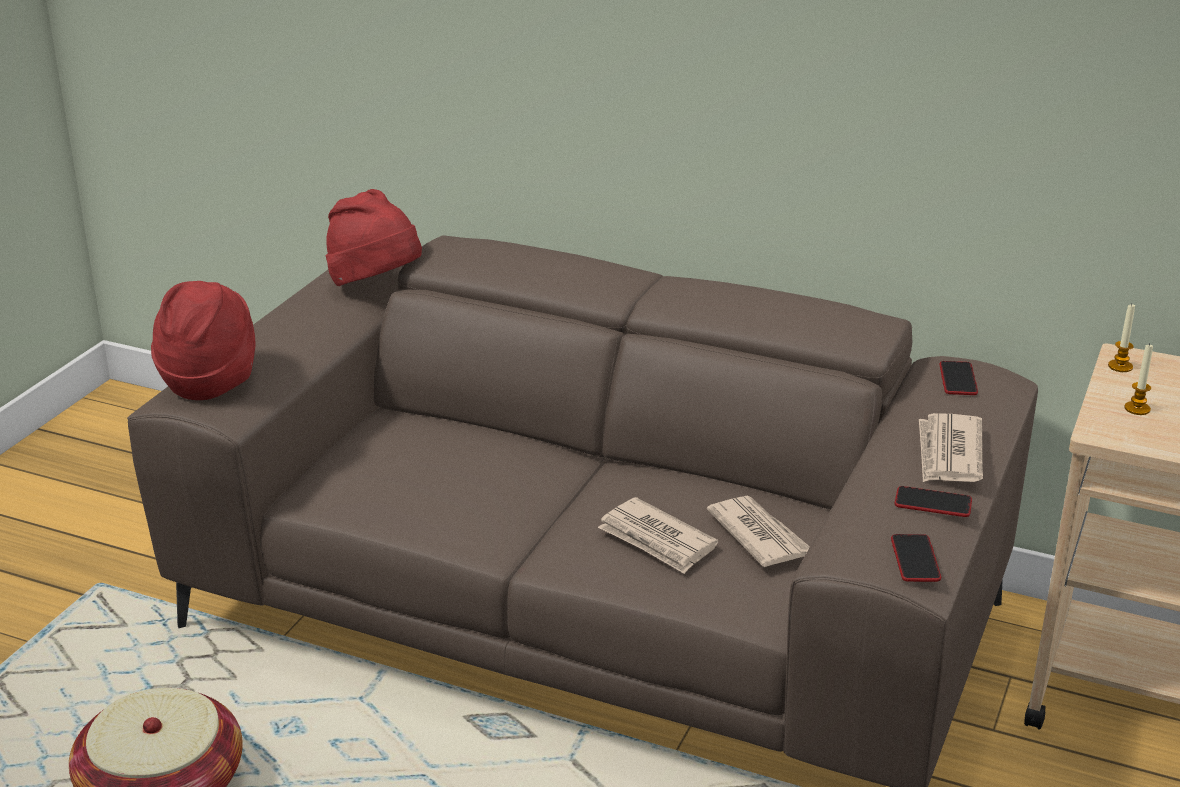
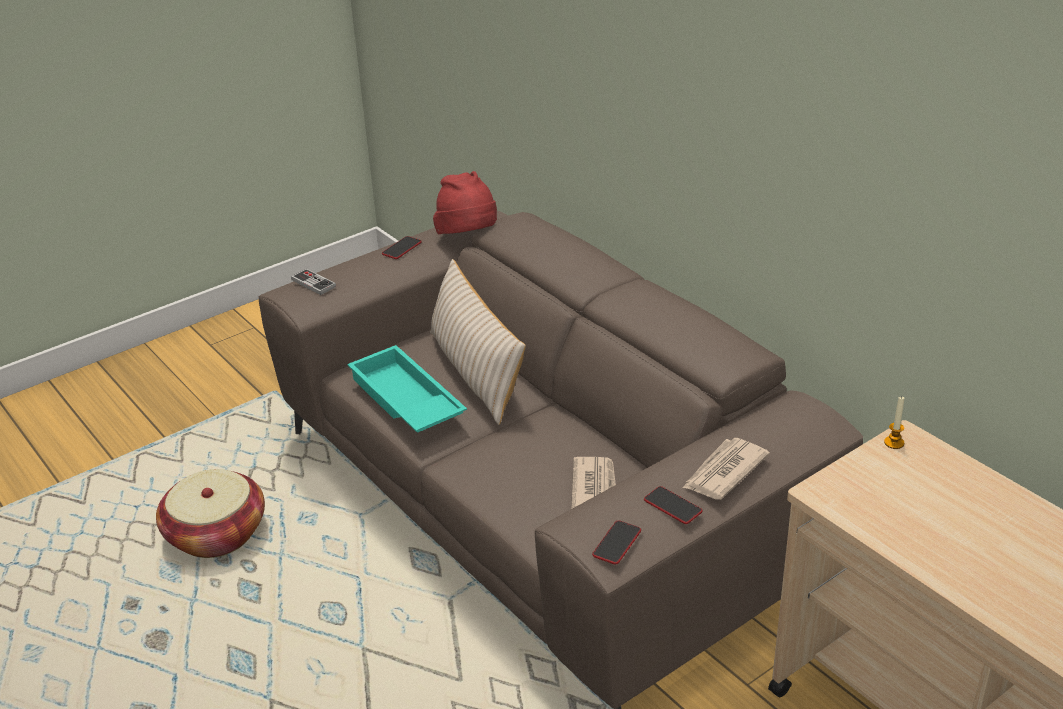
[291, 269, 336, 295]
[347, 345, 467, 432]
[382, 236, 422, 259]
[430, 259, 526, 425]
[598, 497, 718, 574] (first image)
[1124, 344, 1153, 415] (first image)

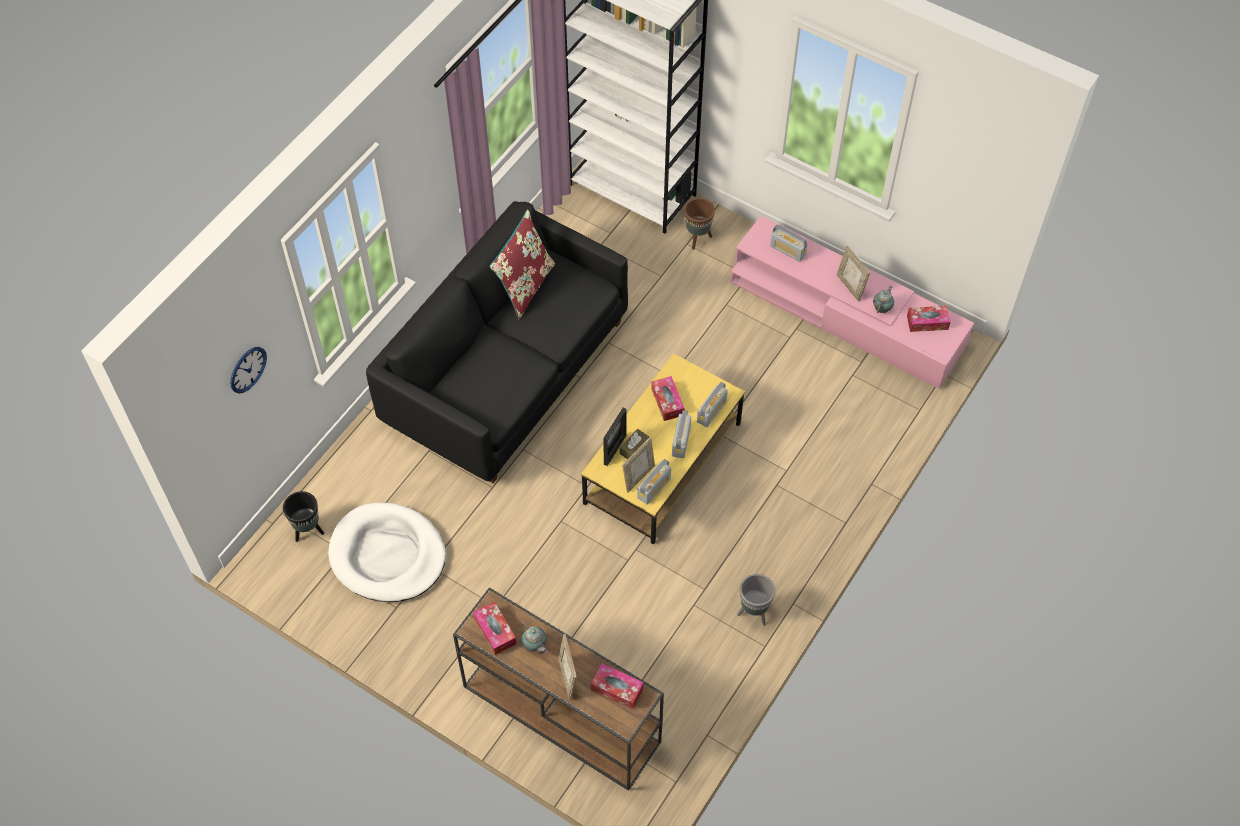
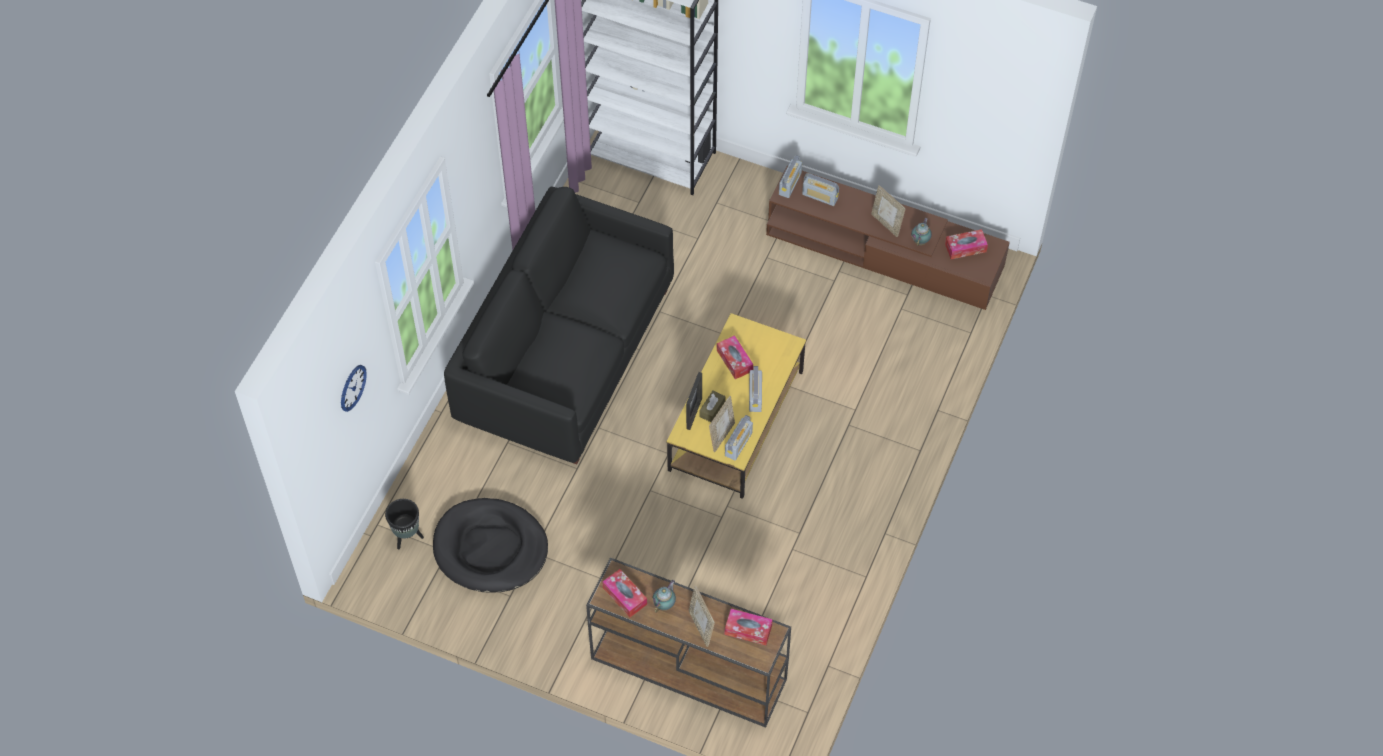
[433, 498, 548, 593]
[652, 580, 676, 613]
[766, 166, 1010, 310]
[779, 155, 802, 198]
[490, 209, 555, 320] (first image)
[684, 198, 715, 250] (first image)
[737, 574, 775, 625] (first image)

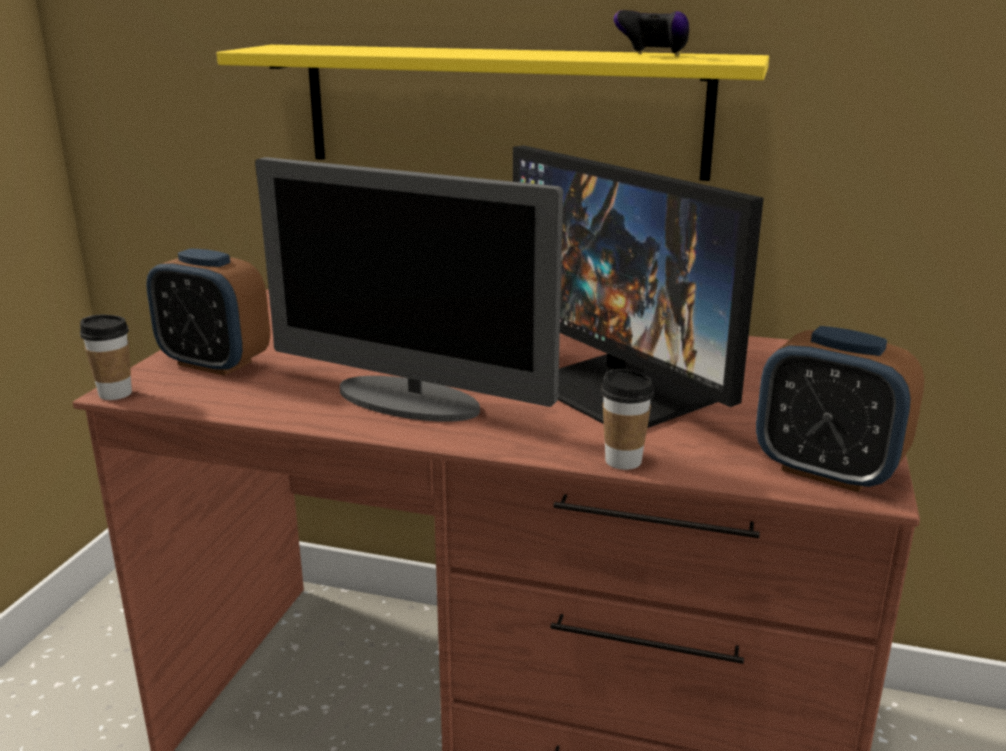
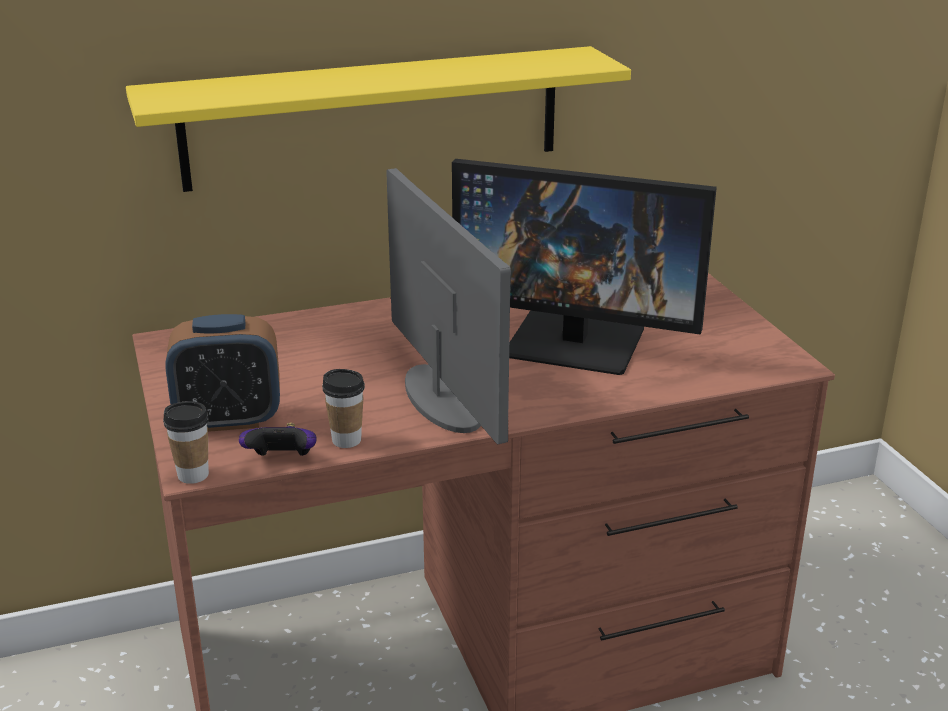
[239, 423, 317, 456]
[322, 369, 365, 448]
[386, 168, 511, 444]
[756, 326, 924, 493] (first image)

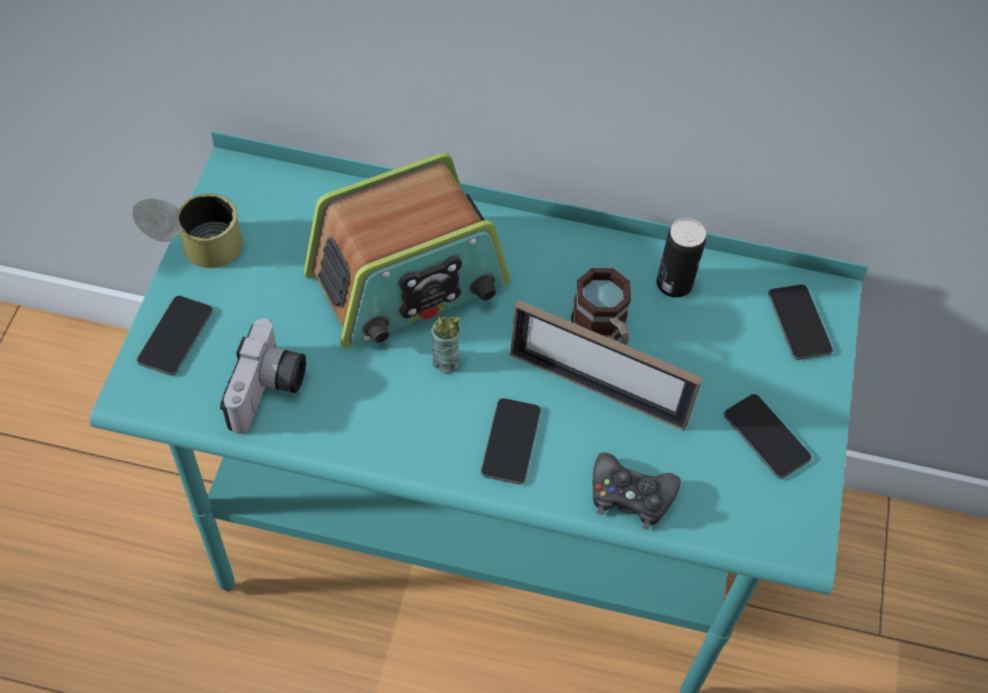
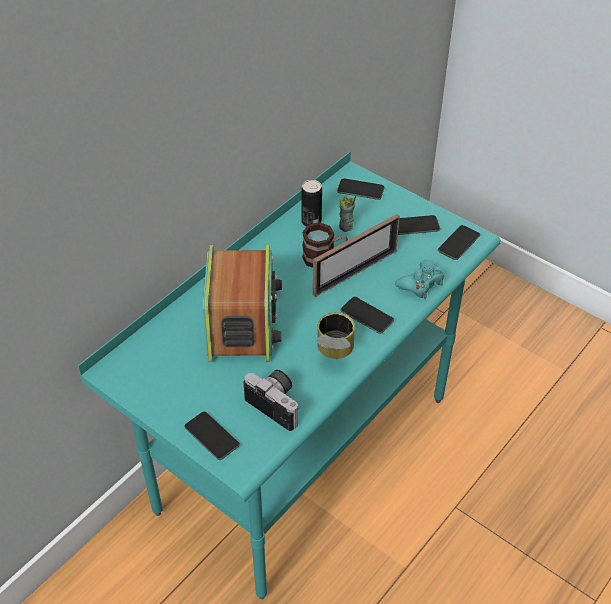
[317, 312, 355, 359]
[339, 195, 356, 232]
[395, 260, 444, 299]
[438, 225, 480, 260]

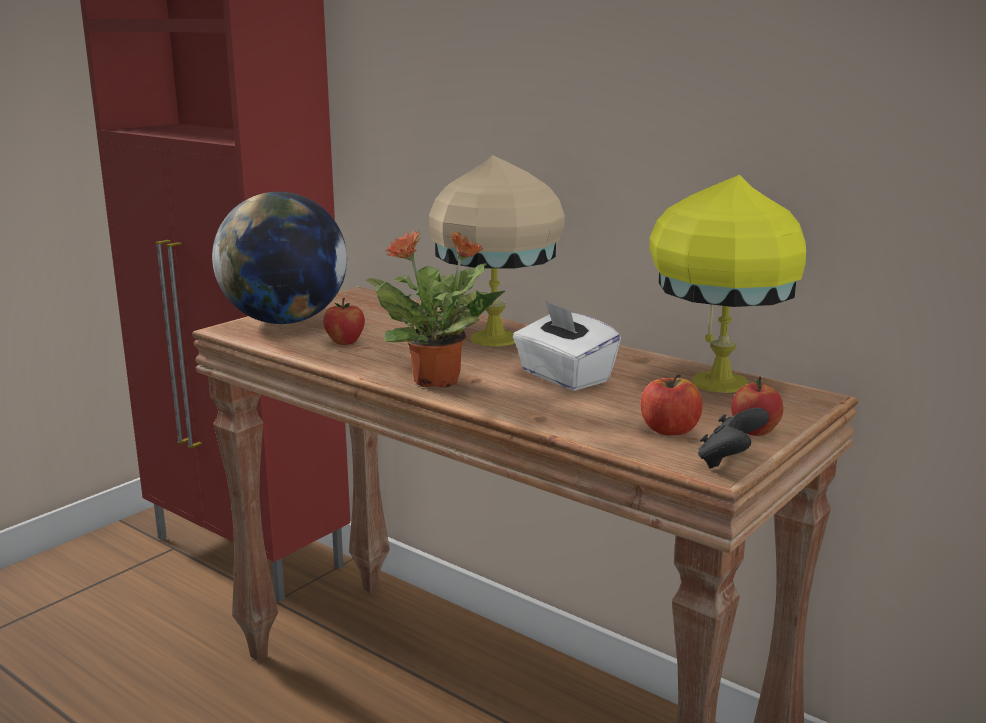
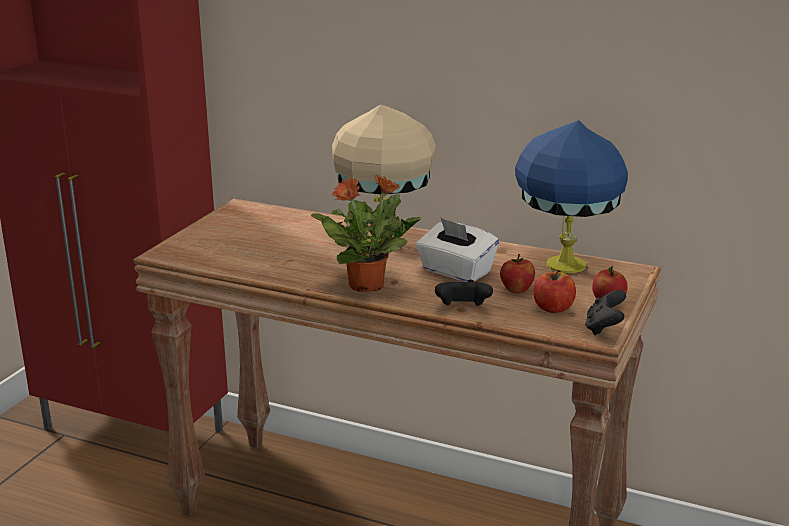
[435, 280, 493, 306]
[500, 254, 535, 294]
[515, 120, 628, 273]
[212, 192, 347, 324] (first image)

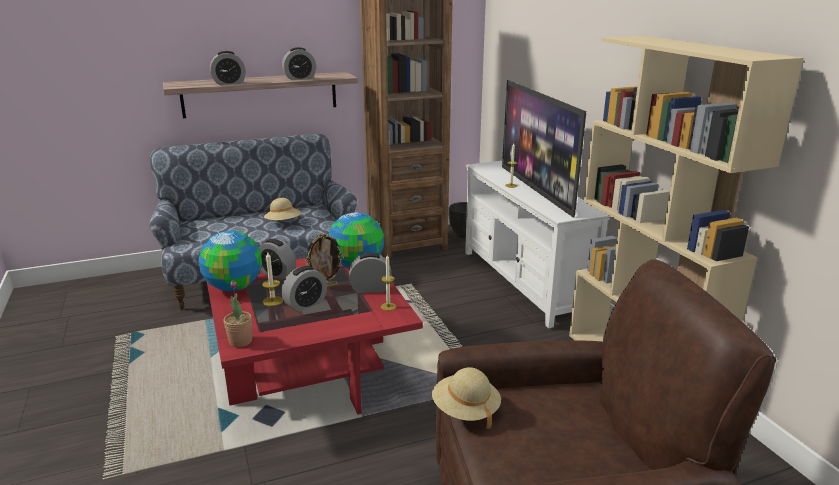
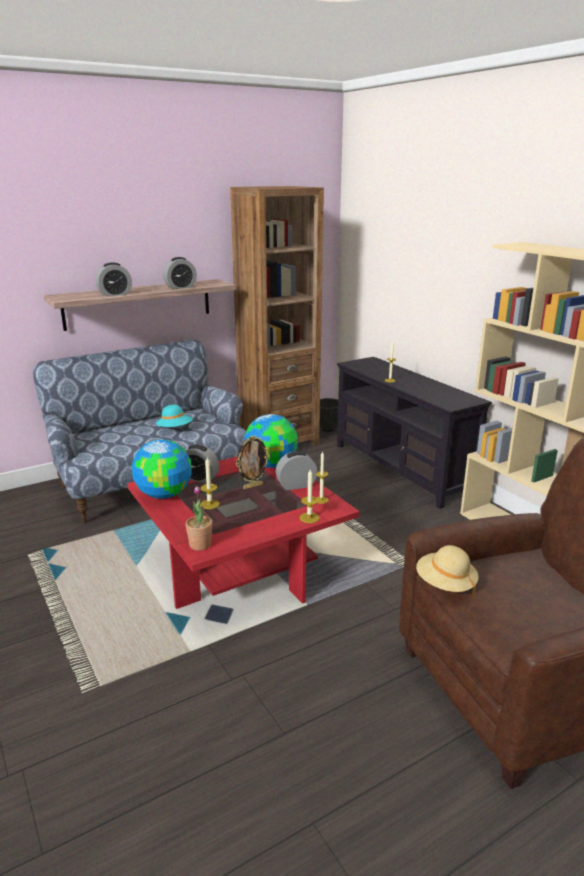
[156, 405, 193, 427]
[299, 470, 320, 523]
[337, 357, 492, 509]
[281, 266, 327, 312] (first image)
[502, 80, 586, 218] (first image)

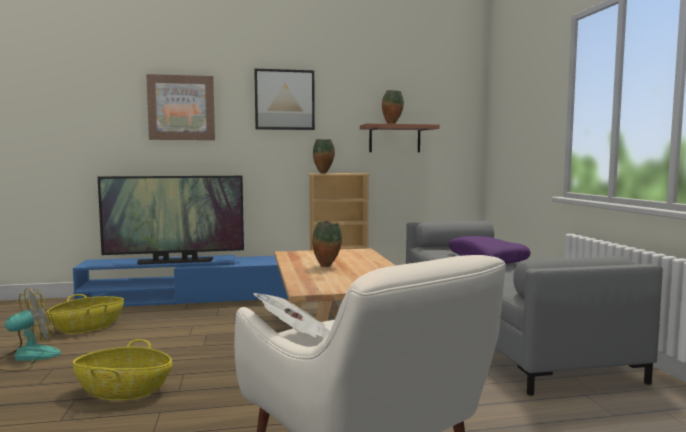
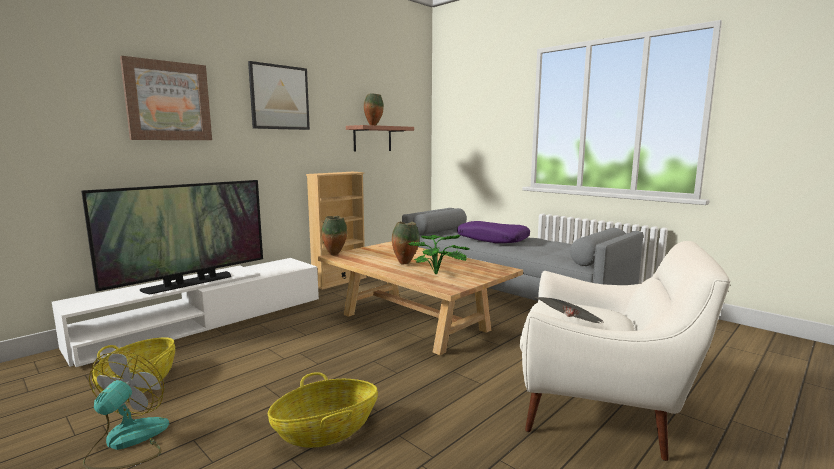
[52, 258, 319, 367]
[322, 216, 347, 256]
[408, 235, 470, 275]

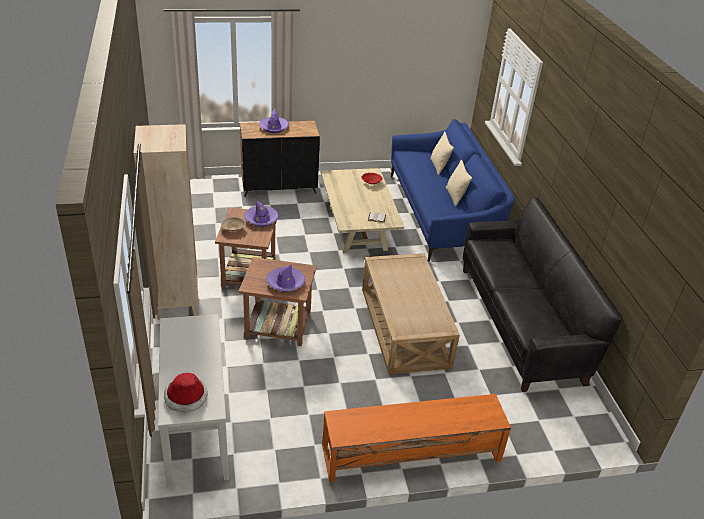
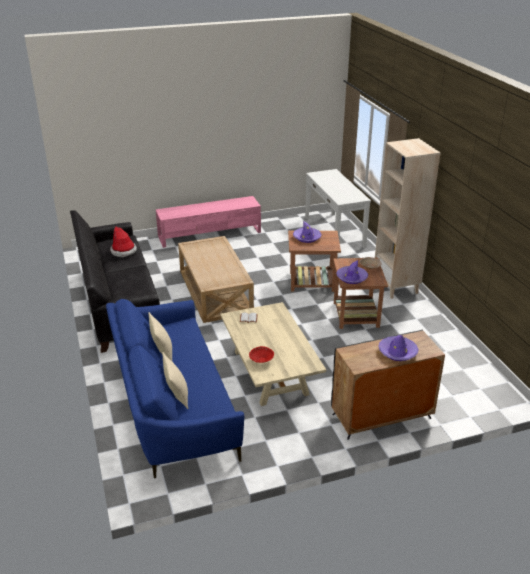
[110, 226, 137, 257]
[156, 196, 261, 248]

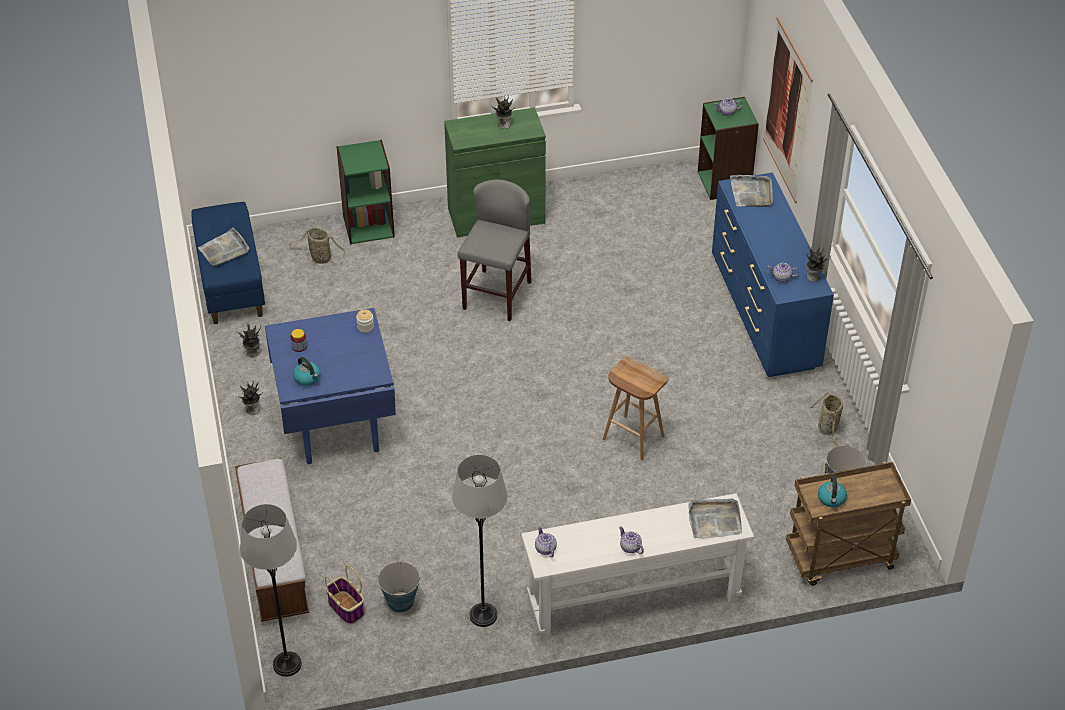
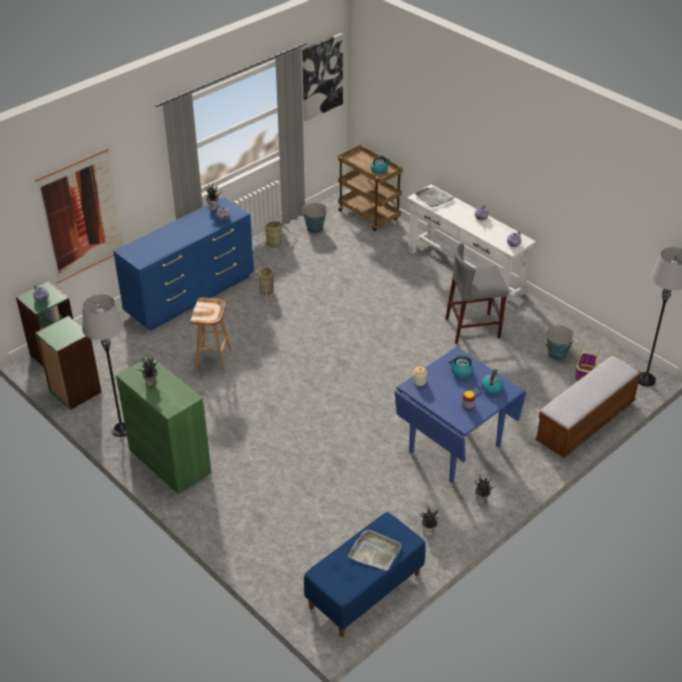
[35, 316, 101, 410]
[82, 294, 127, 437]
[190, 297, 232, 373]
[255, 265, 274, 305]
[302, 33, 343, 121]
[445, 243, 509, 344]
[448, 356, 473, 378]
[730, 175, 773, 207] (first image)

